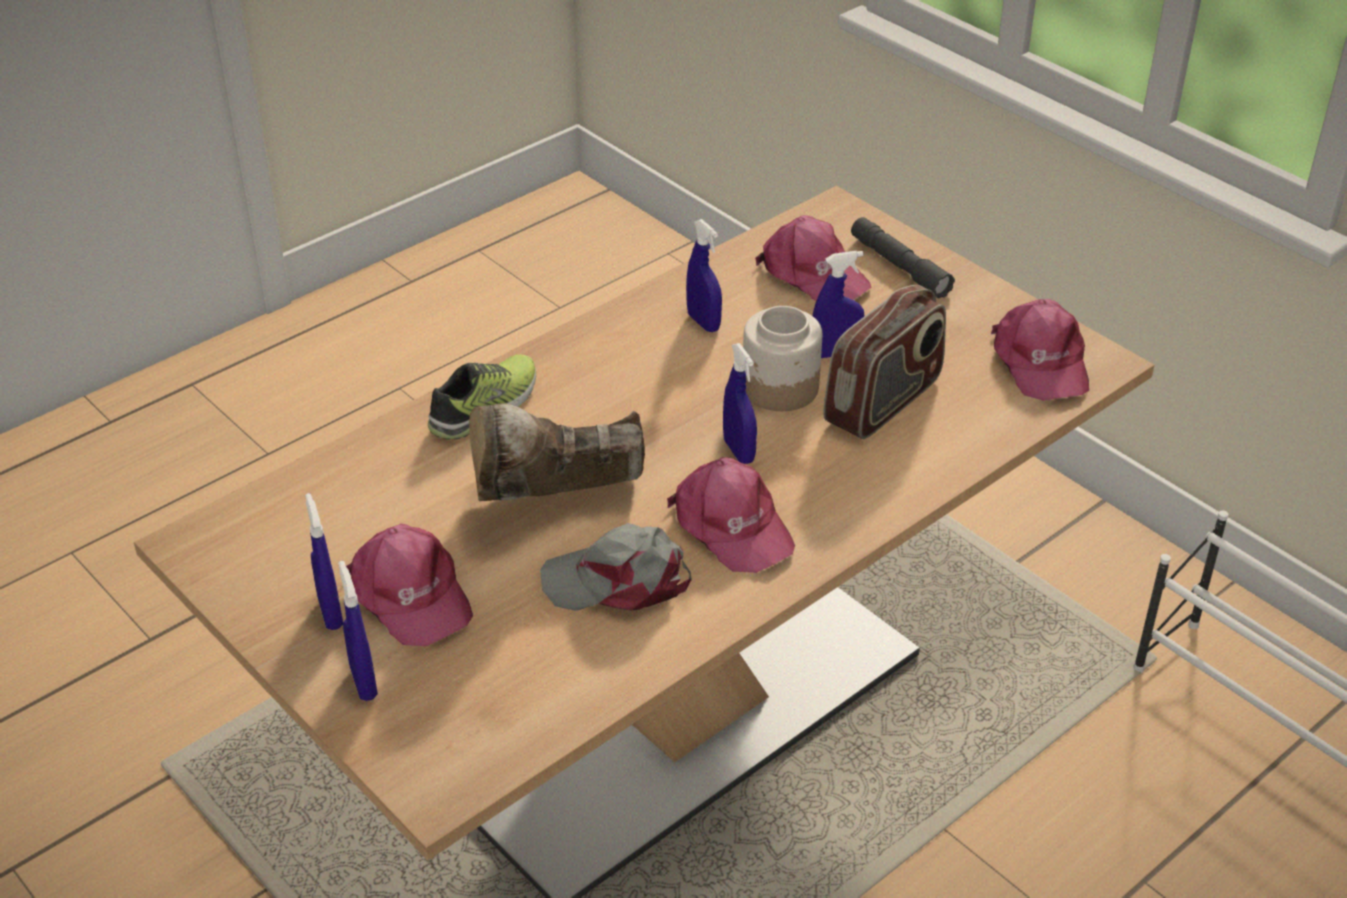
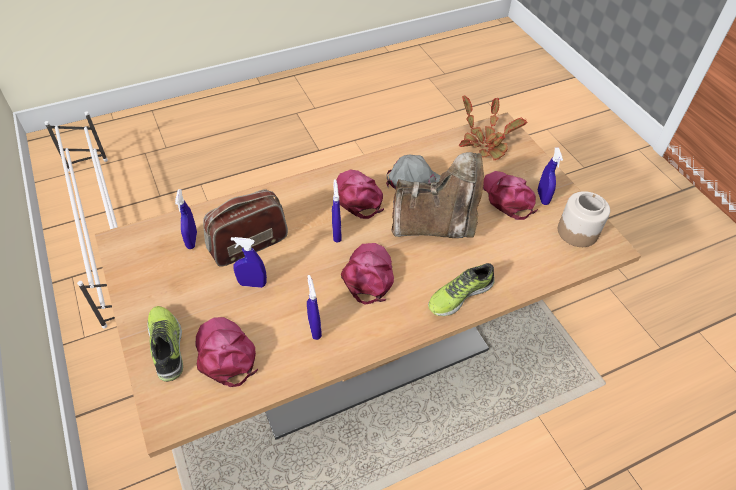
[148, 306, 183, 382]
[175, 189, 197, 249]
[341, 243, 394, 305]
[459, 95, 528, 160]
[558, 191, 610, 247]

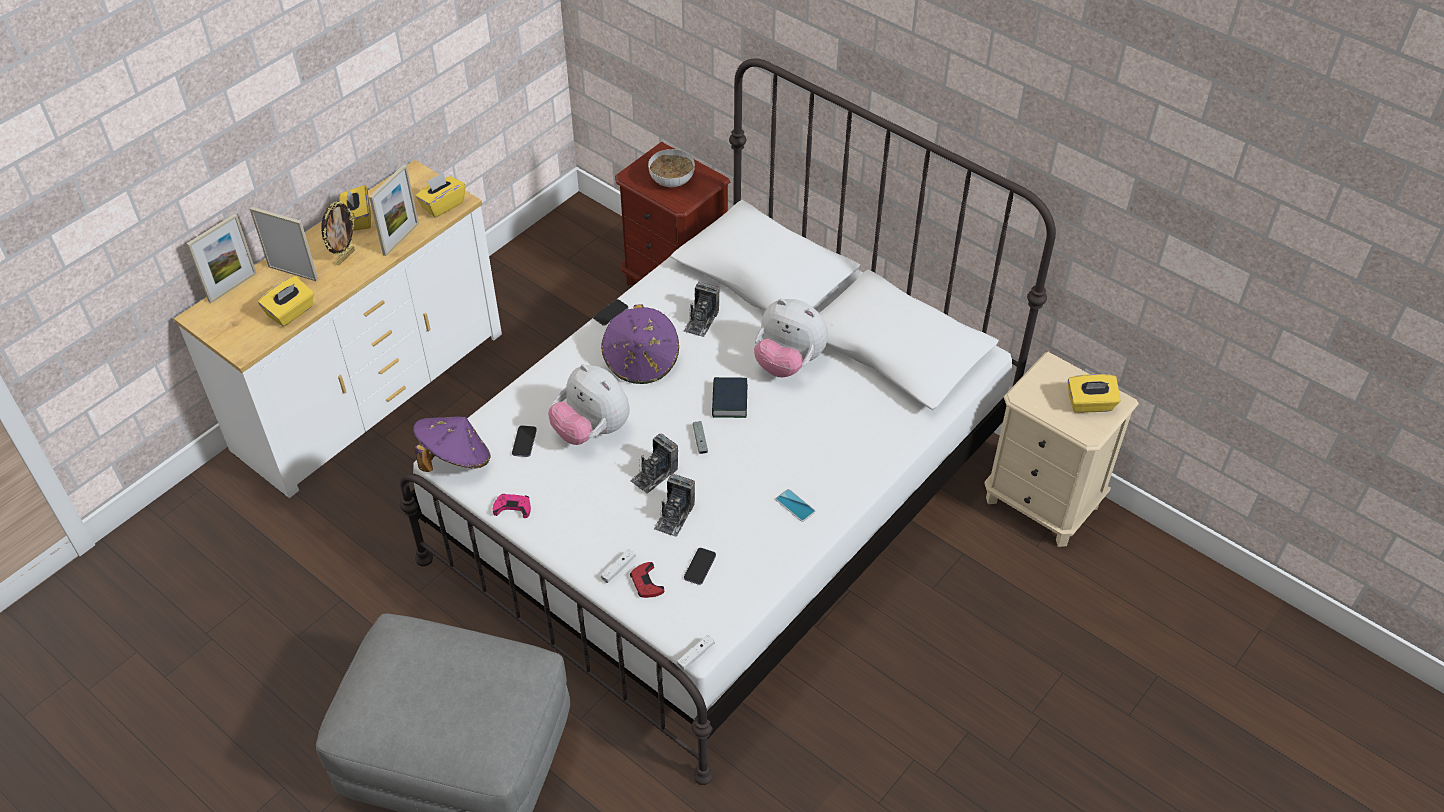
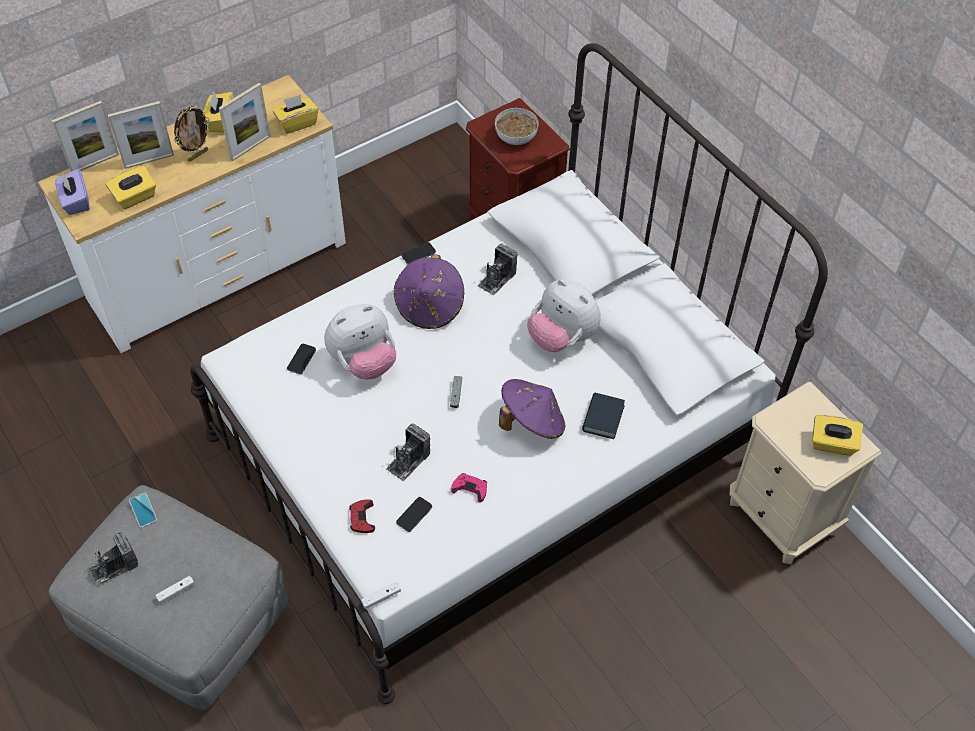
[55, 169, 90, 215]
[89, 532, 138, 586]
[108, 101, 174, 169]
[129, 493, 157, 528]
[155, 576, 195, 604]
[324, 304, 396, 379]
[451, 473, 487, 502]
[499, 379, 565, 439]
[582, 392, 625, 439]

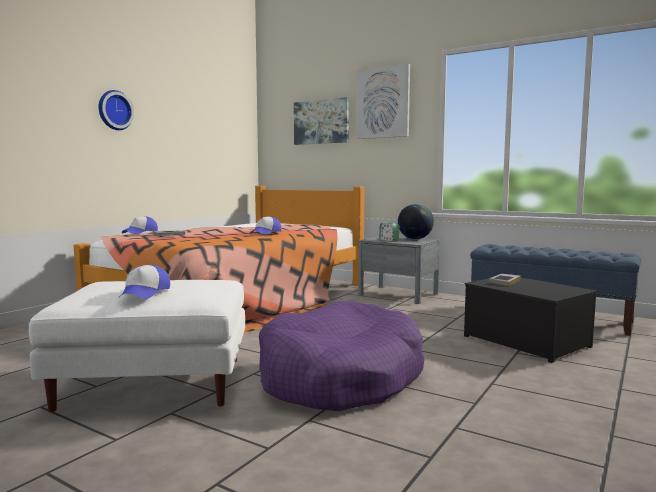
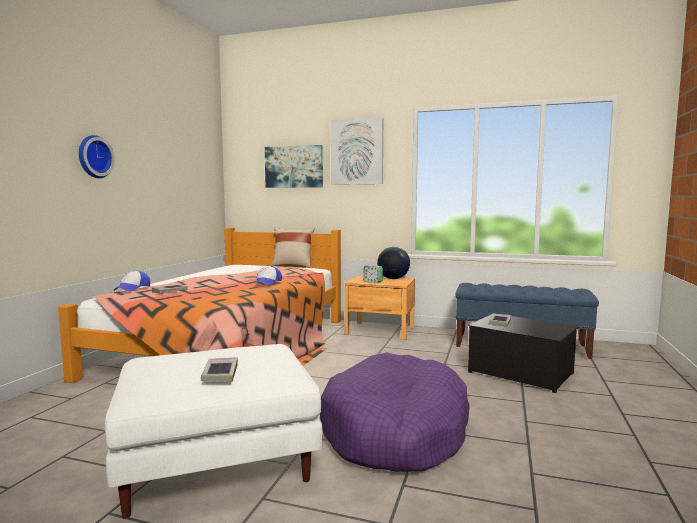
[201, 357, 238, 382]
[271, 228, 314, 267]
[345, 276, 415, 340]

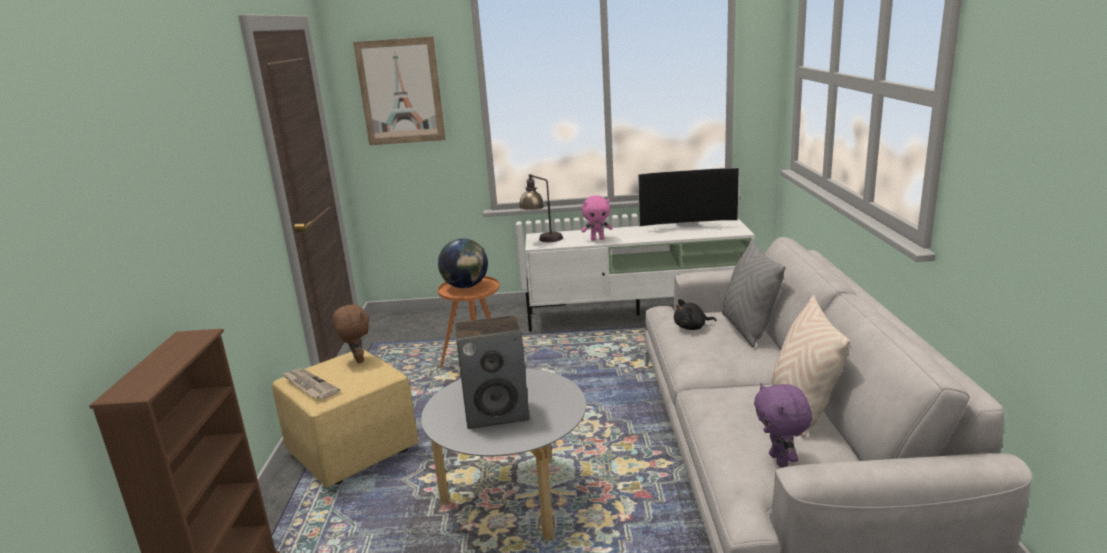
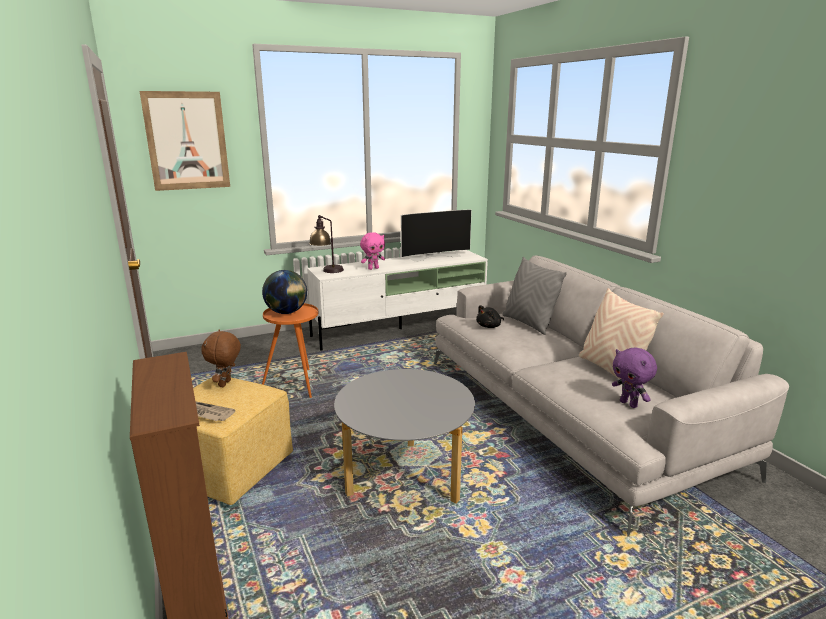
[201, 330, 241, 387]
[455, 315, 529, 429] (first image)

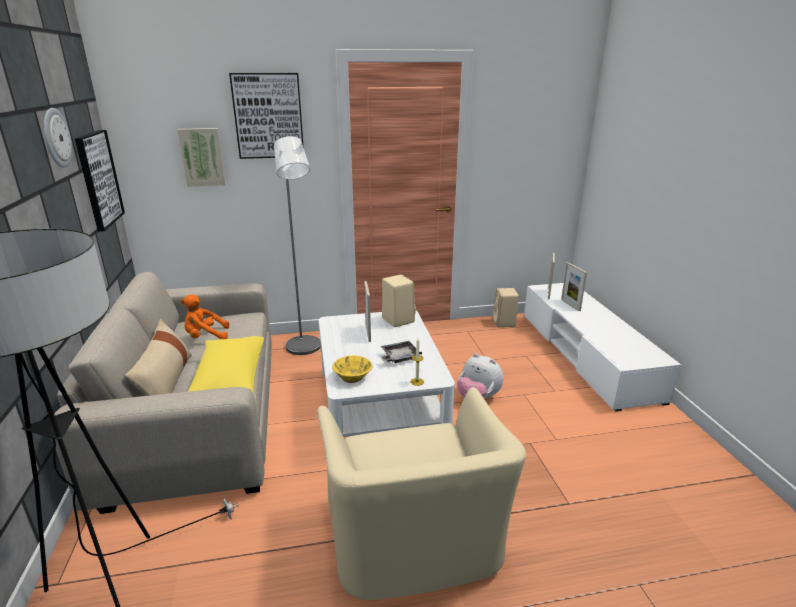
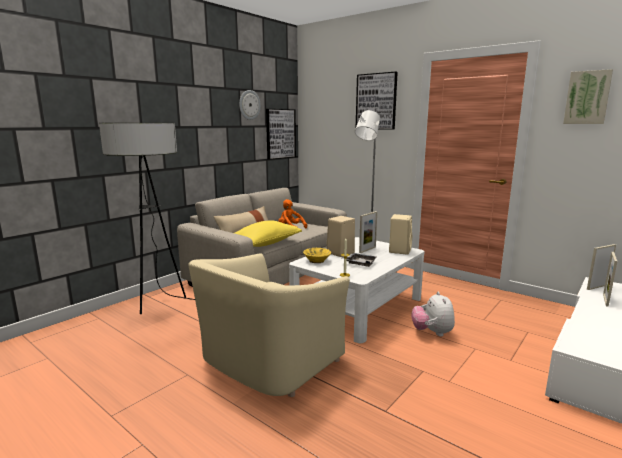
[327, 216, 355, 257]
[563, 69, 613, 124]

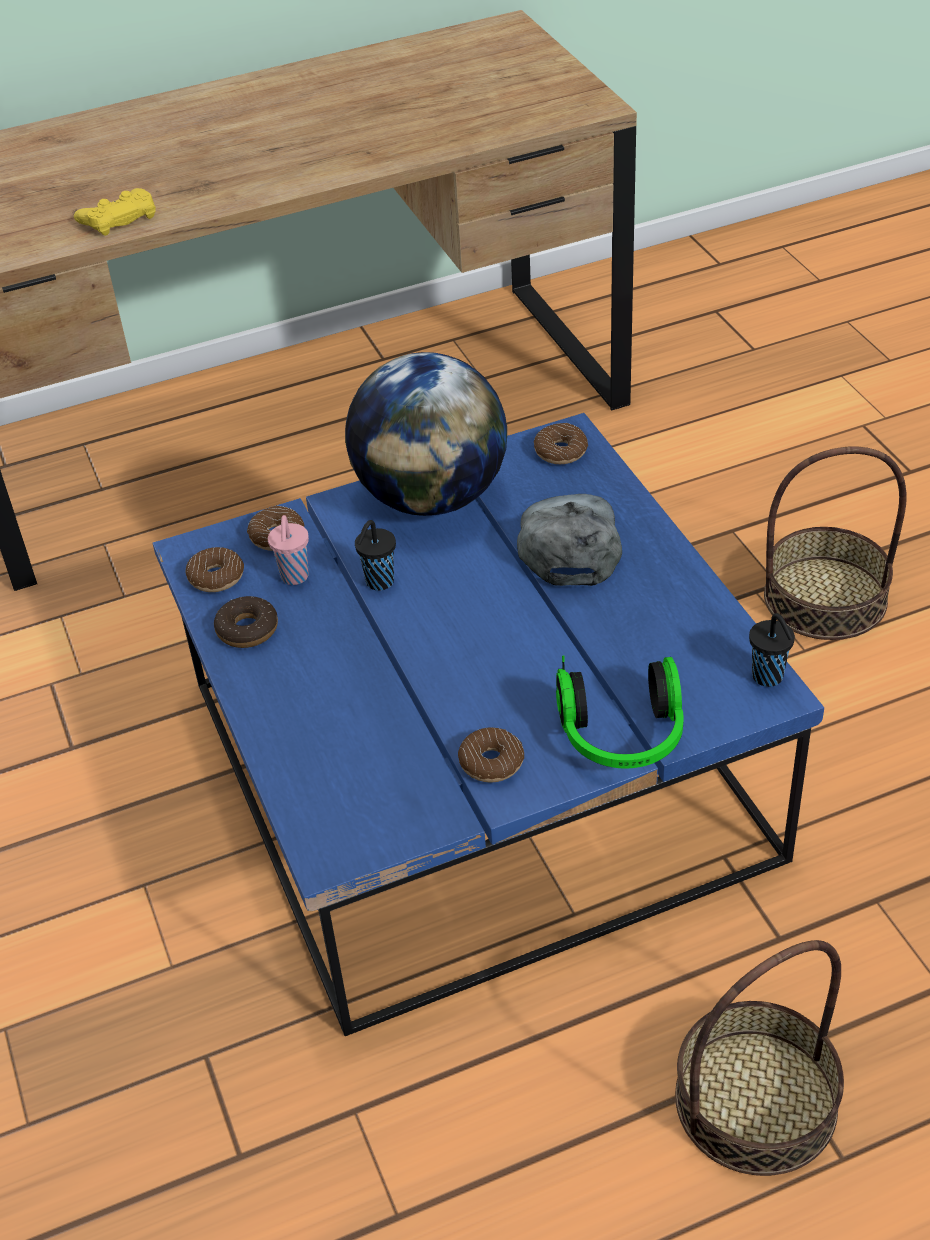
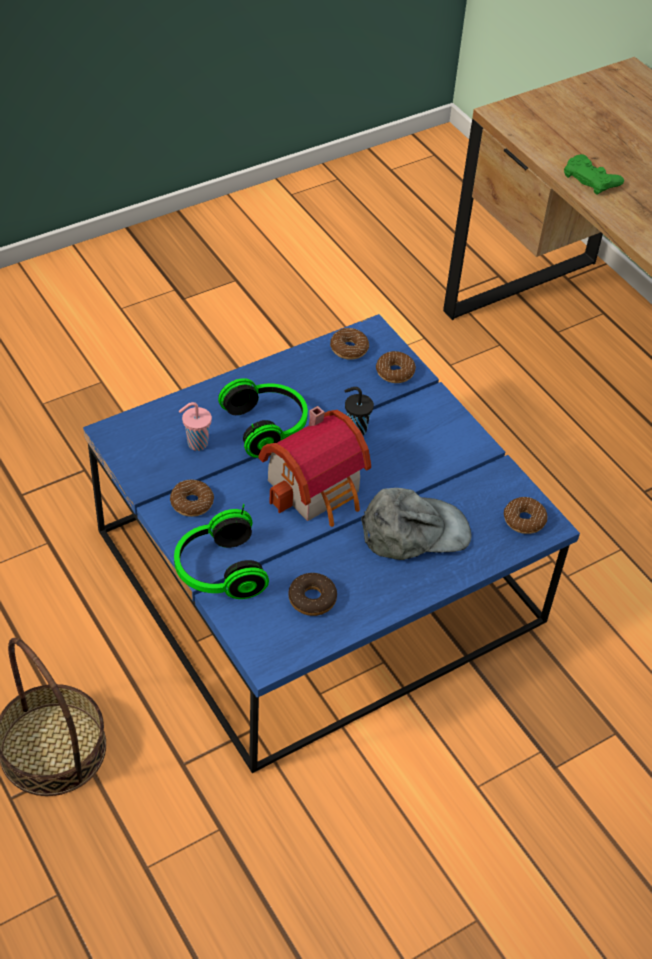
[179, 402, 212, 451]
[218, 378, 308, 458]
[259, 406, 371, 527]
[288, 573, 337, 616]
[564, 154, 624, 194]
[345, 352, 507, 516] (first image)
[749, 613, 795, 687] (first image)
[764, 447, 906, 640] (first image)

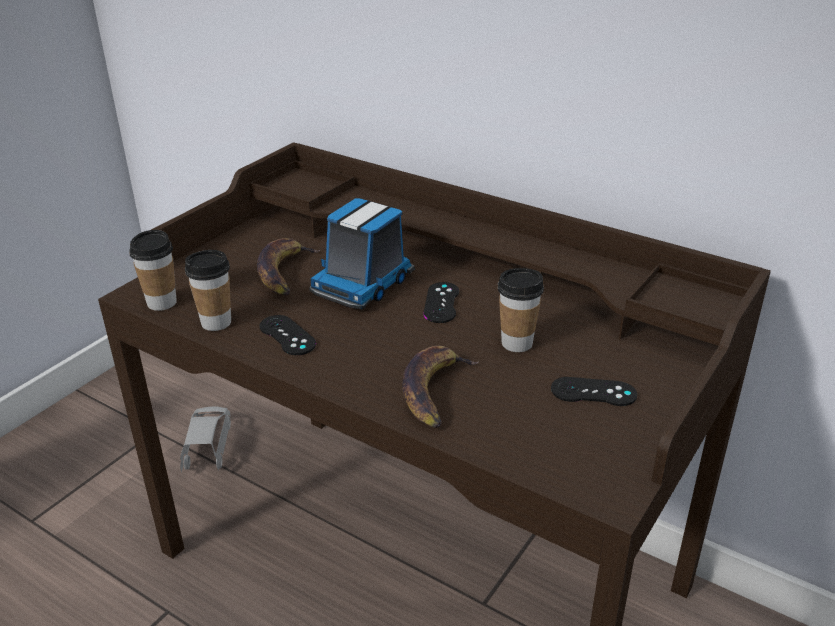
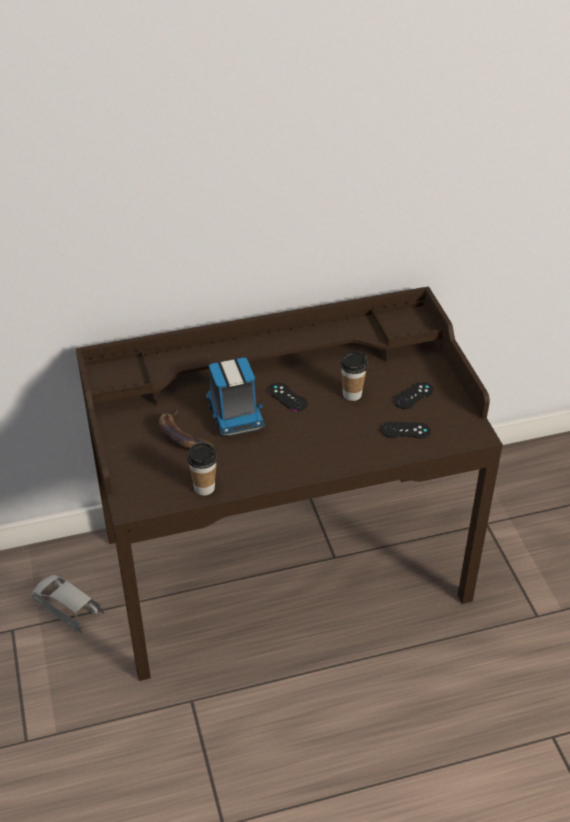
[381, 422, 431, 439]
[129, 230, 177, 311] (first image)
[402, 346, 479, 428] (first image)

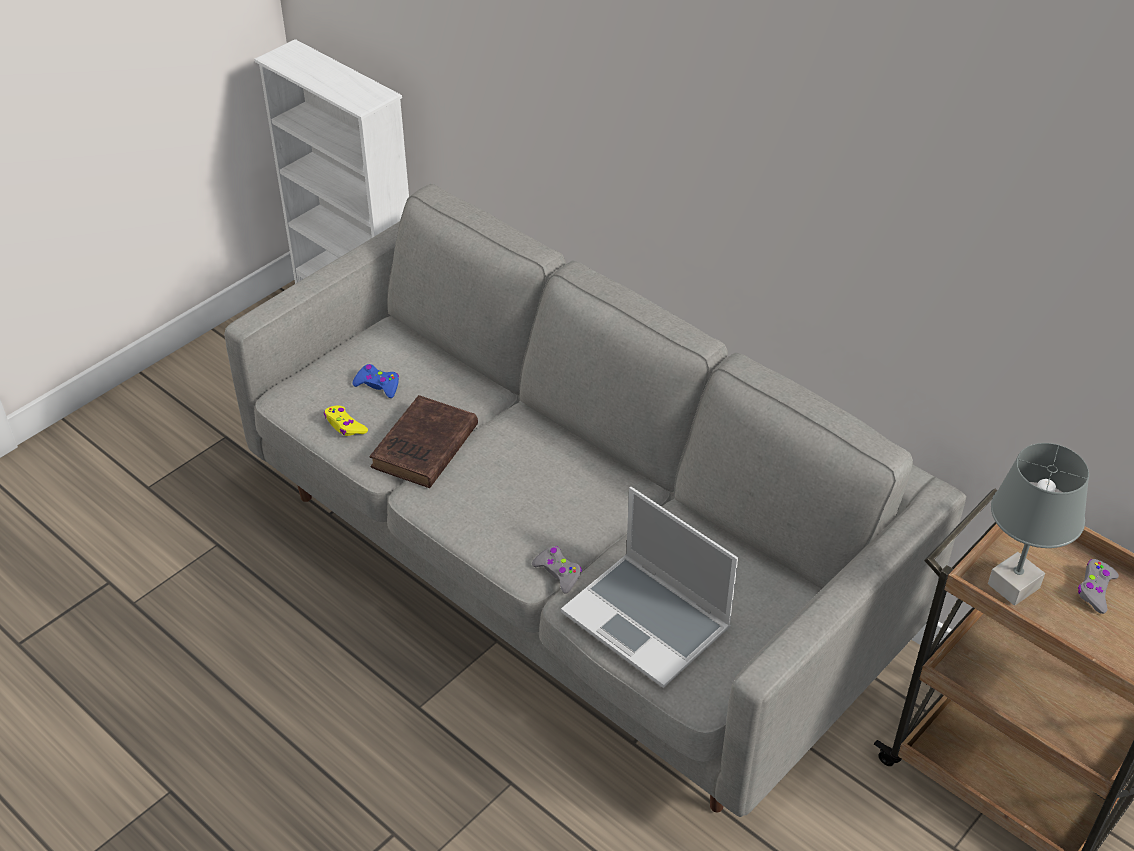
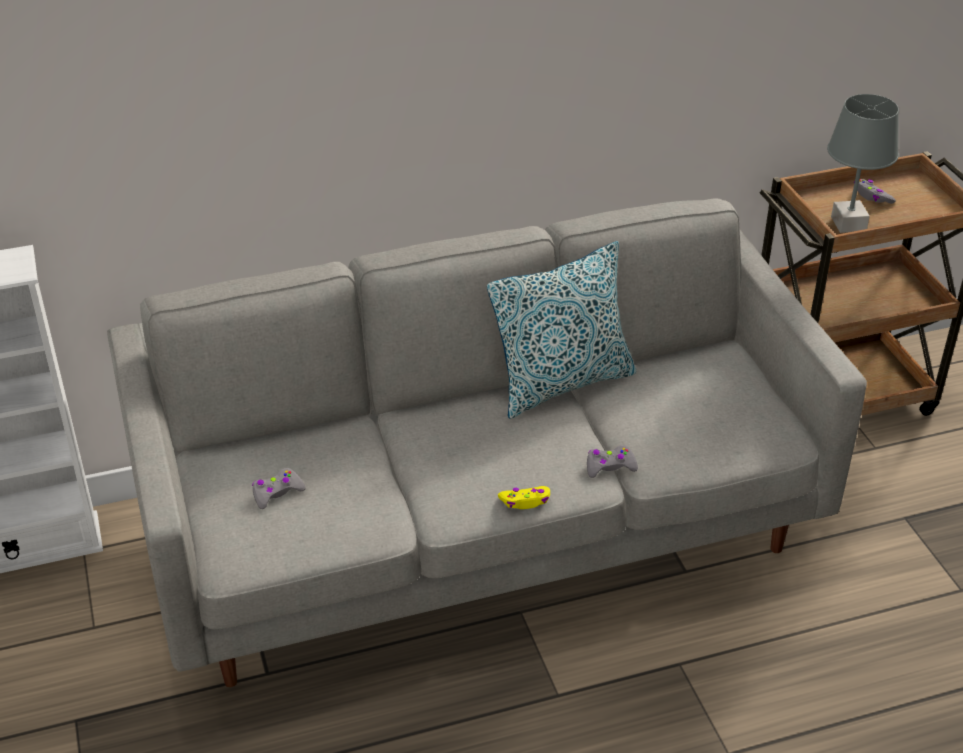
[252, 468, 306, 509]
[487, 241, 636, 419]
[498, 486, 550, 509]
[369, 395, 478, 488] (first image)
[561, 487, 738, 688] (first image)

